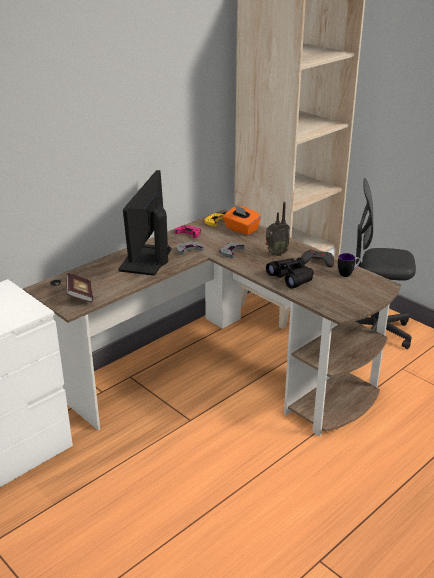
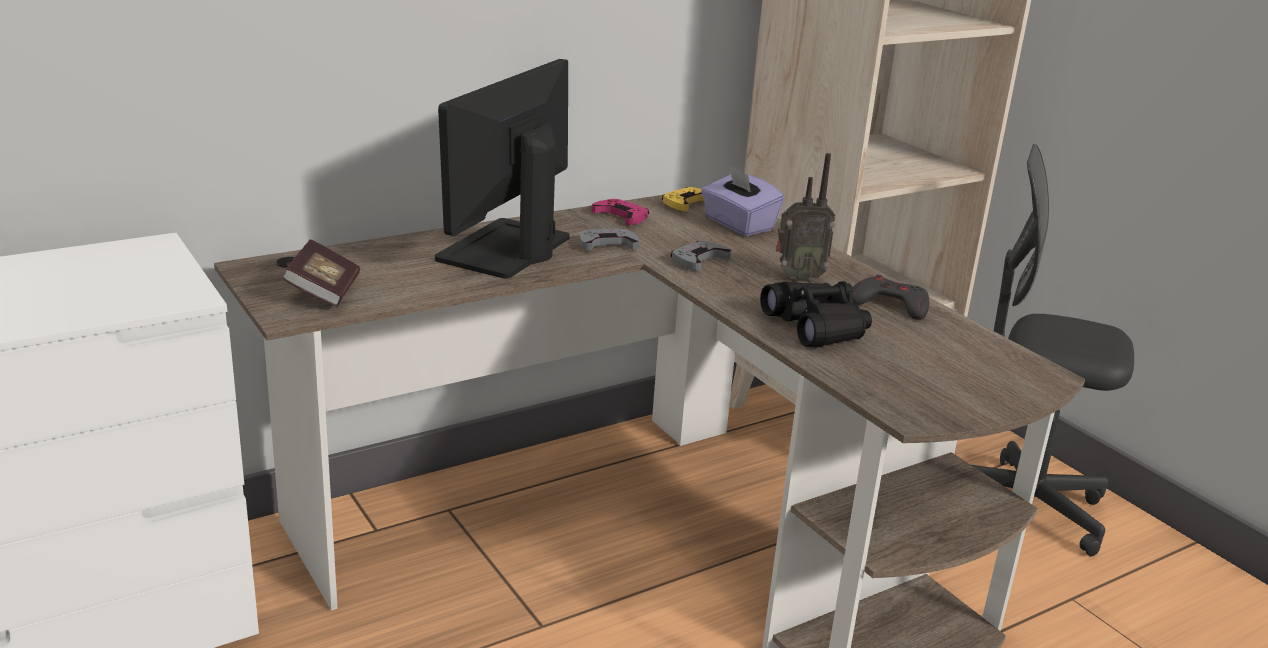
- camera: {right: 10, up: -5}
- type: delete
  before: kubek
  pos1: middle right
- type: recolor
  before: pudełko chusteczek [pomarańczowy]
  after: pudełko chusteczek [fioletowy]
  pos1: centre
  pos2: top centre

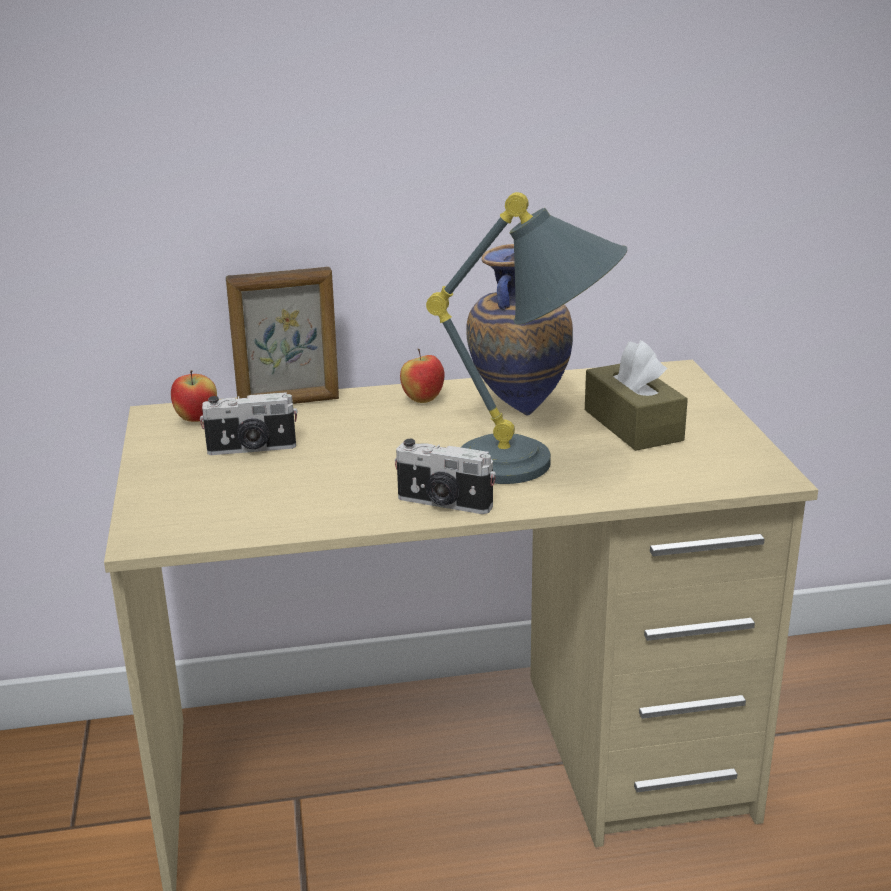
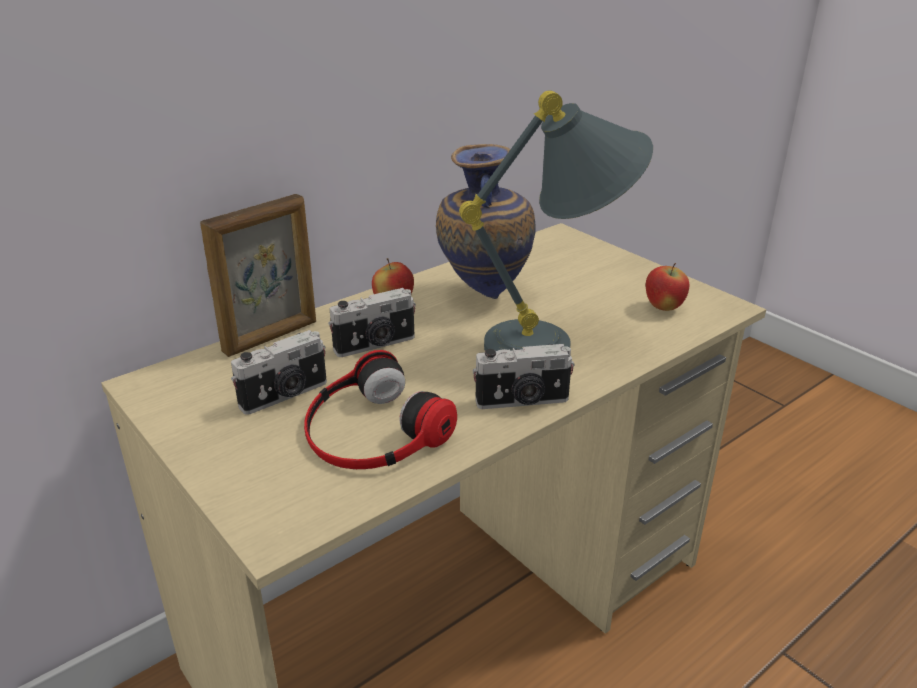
- camera: {right: -30, up: 5}
- type: delete
  before: pudełko chusteczek [brązowy]
  pos1: middle right
- type: insert
  after: słuchawki
  pos2: centre
- type: insert
  after: aparat fotograficzny (2nd from left)
  pos2: centre
- type: move
  before: jabłko (1st from left in the first image)
  after: jabłko (2nd from left)
  pos1: middle left
  pos2: middle right

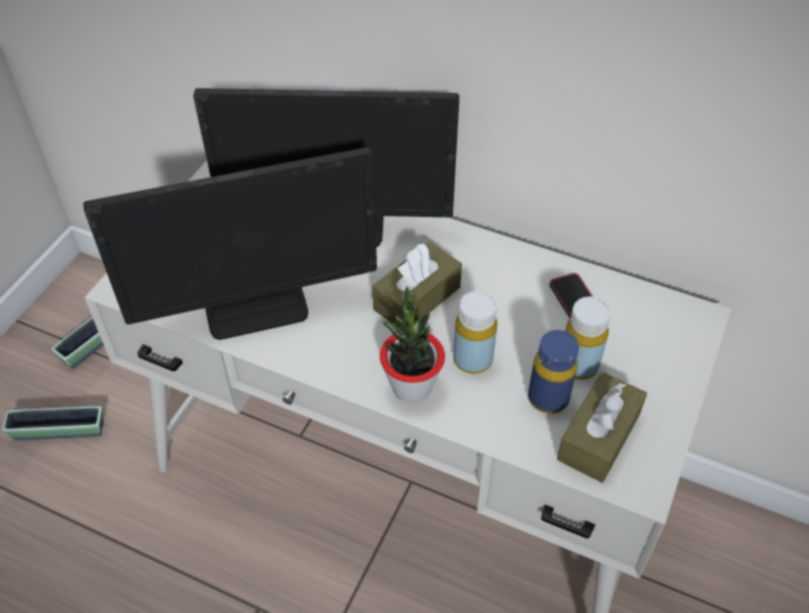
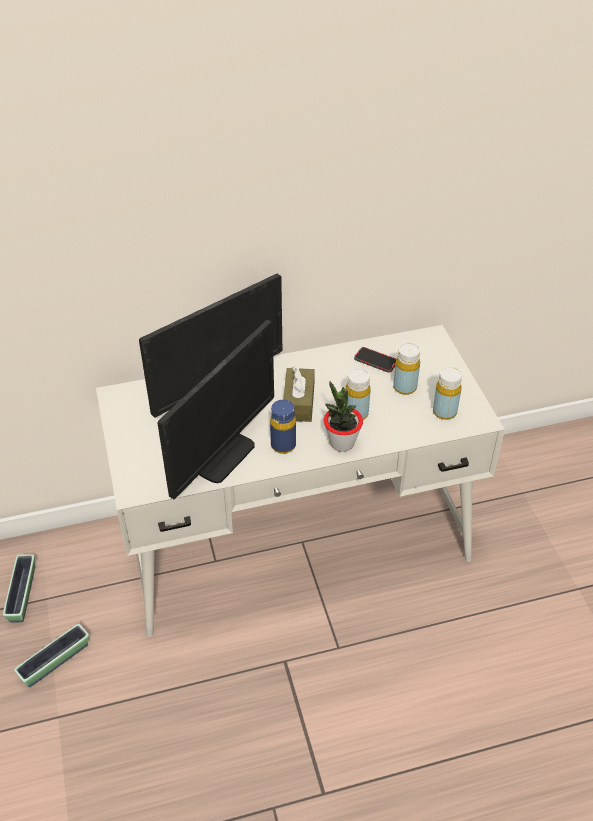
- camera: {right: -40, up: -5}
- type: move
  before: butelka [niebieski]
  pos1: middle right
  pos2: centre
- type: replace
  before: pudełko chusteczek [brązowy] (2nd from left)
  after: butelka [żółty] (3rd from left)
  pos1: bottom right
  pos2: middle right

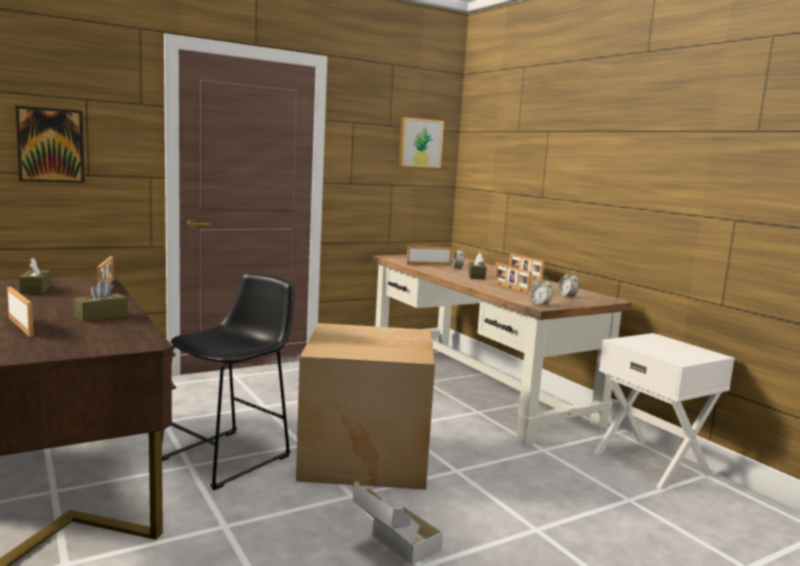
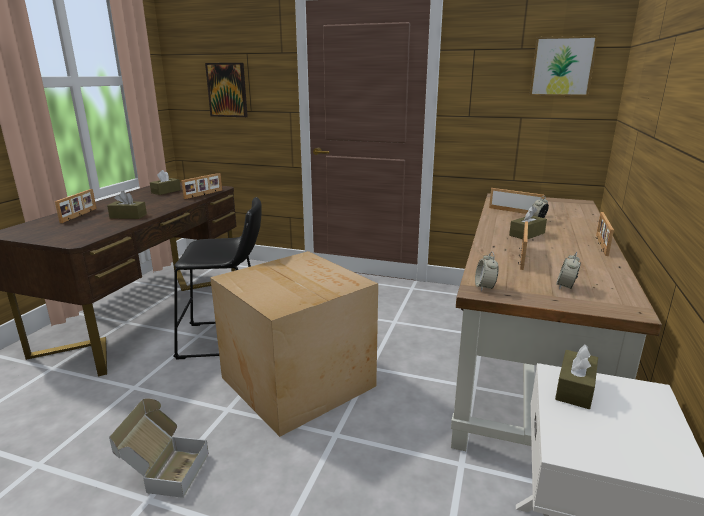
- camera: {right: 50, up: 10}
- type: insert
  after: pudełko chusteczek [brązowy] (4th from left)
  pos2: bottom right

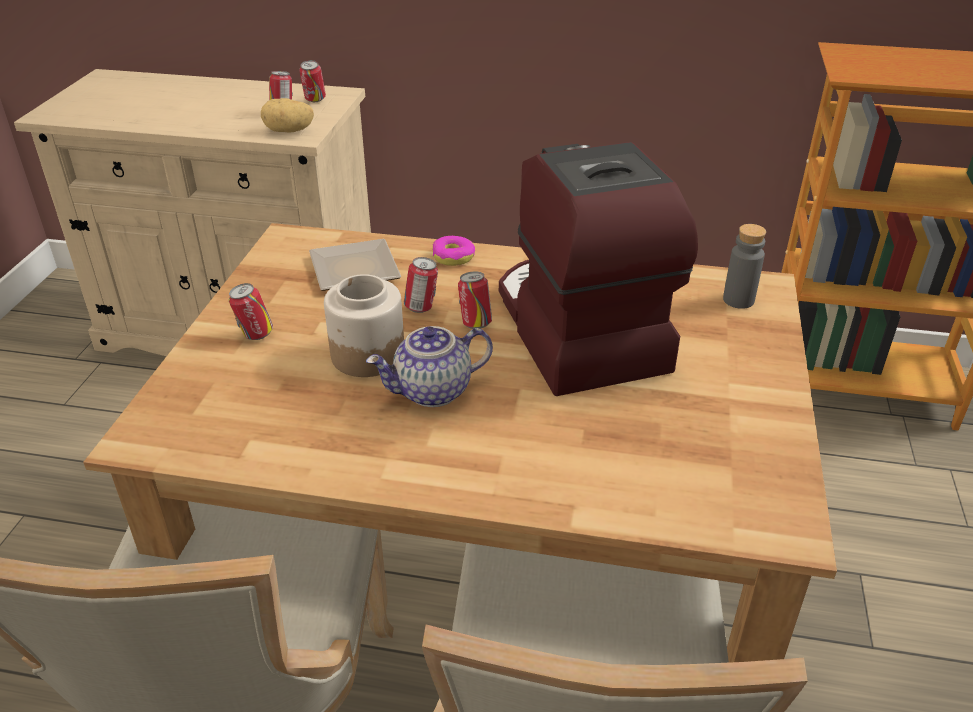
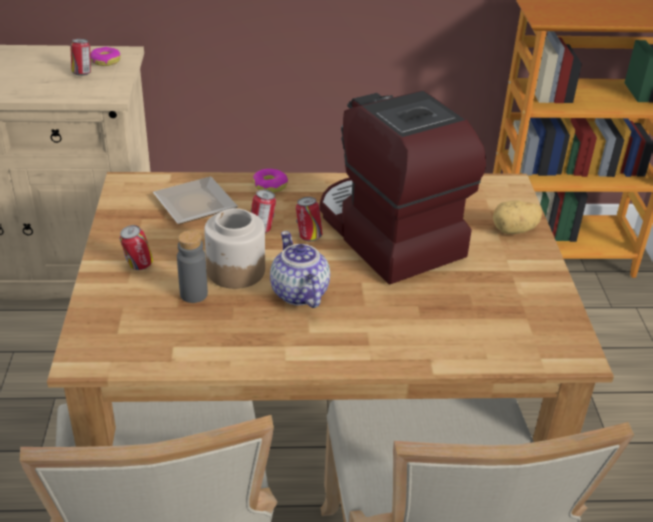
- camera: {right: -15, up: 0}
- type: move
  before: ziemniak
  pos1: top left
  pos2: middle right
- type: move
  before: butelka [szary]
  pos1: middle right
  pos2: middle left
- type: replace
  before: puszka (3rd from left)
  after: donut (1st from left)
  pos1: top left
  pos2: top left
- type: rotate
  before: imbryk
  pos1: centre
  pos2: centre
  turn: 105

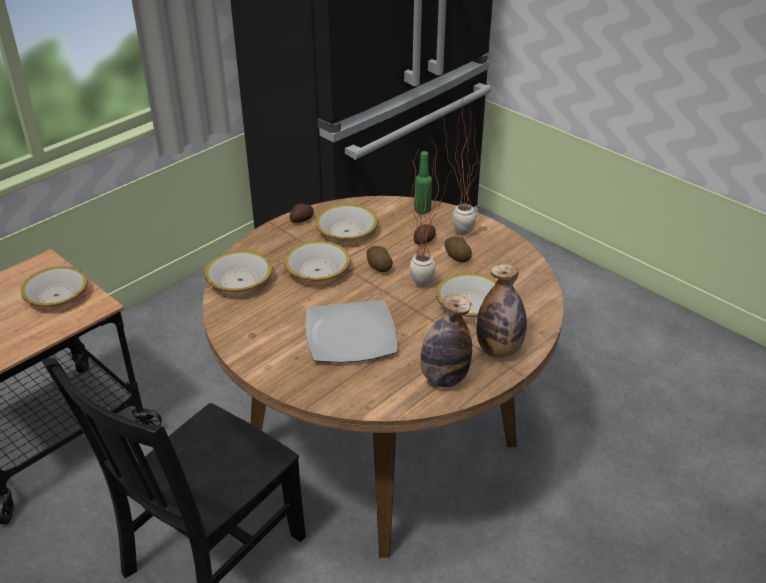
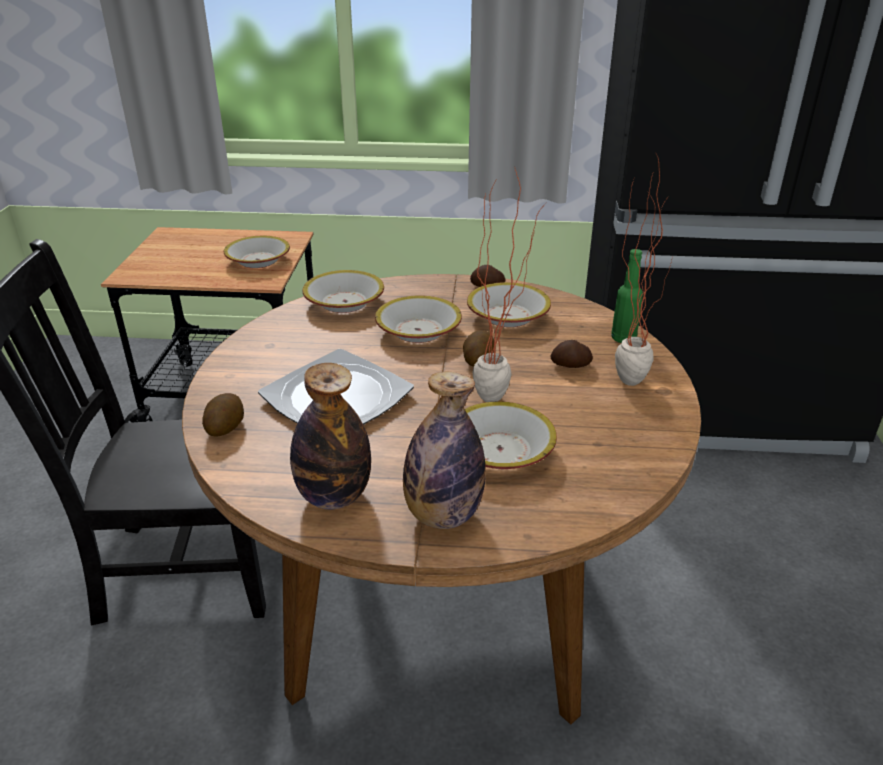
- camera: {right: 50, up: -5}
- type: move
  before: ziemniak (4th from left in the first image)
  after: ziemniak (1st from left)
  pos1: centre
  pos2: middle left

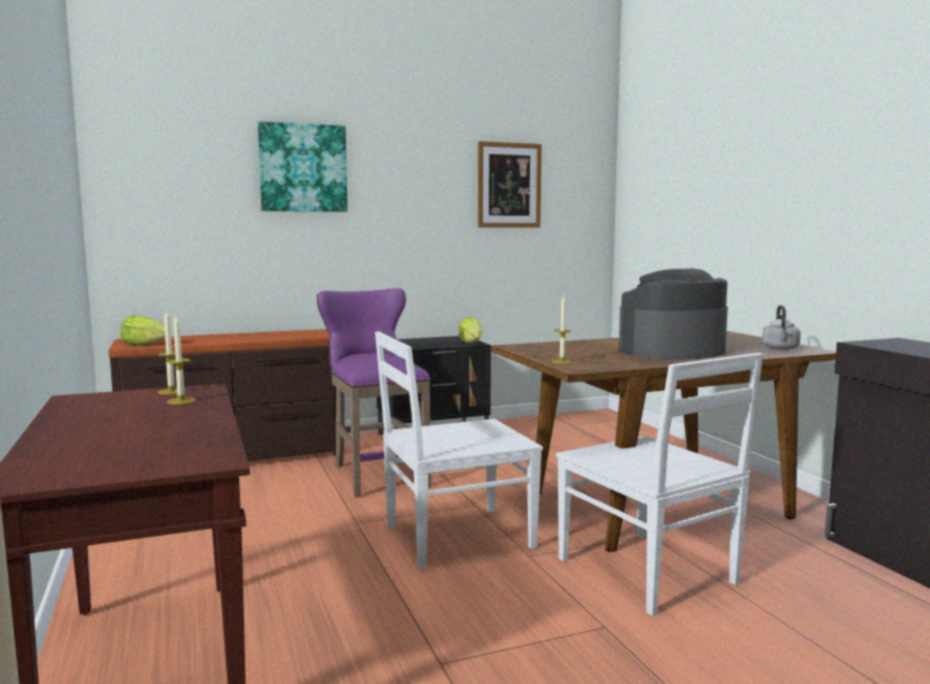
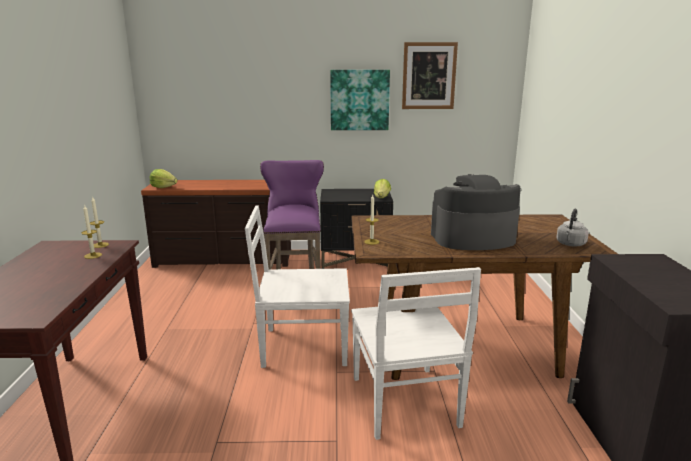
- camera: {right: 20, up: 10}
- type: move
  before: obraz (1st from left)
  pos1: top left
  pos2: top centre

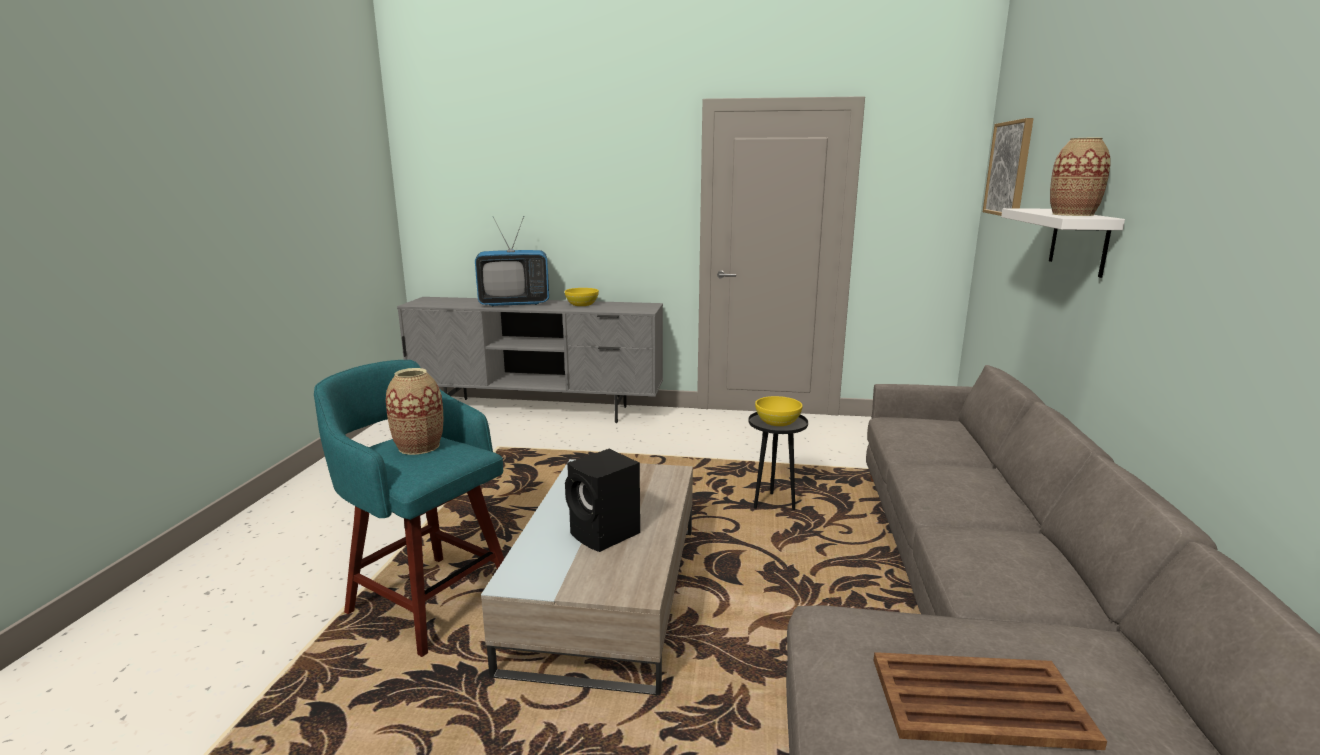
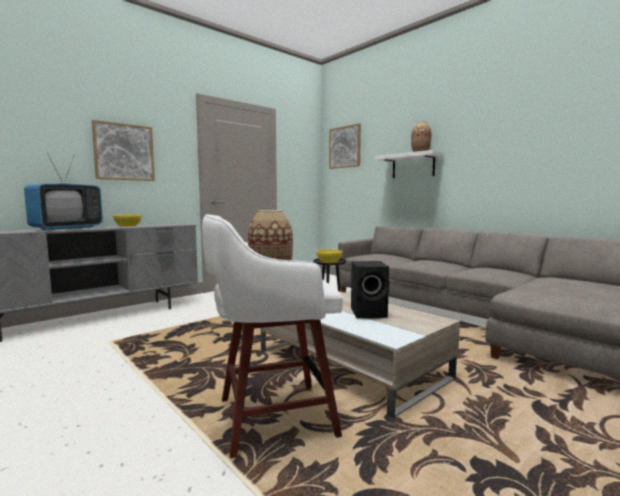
- camera: {right: -50, up: -10}
- type: delete
  before: taca [brązowy]
  pos1: bottom right
- type: insert
  after: obraz (1st from left)
  pos2: top left
- type: recolor
  before: stołek [turkusowy]
  after: stołek [biały]
  pos1: bottom left
  pos2: bottom centre

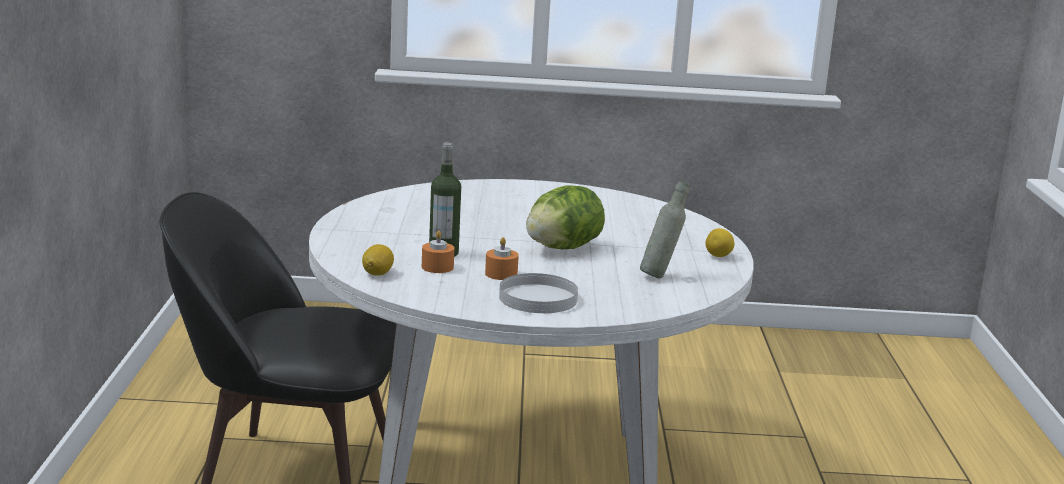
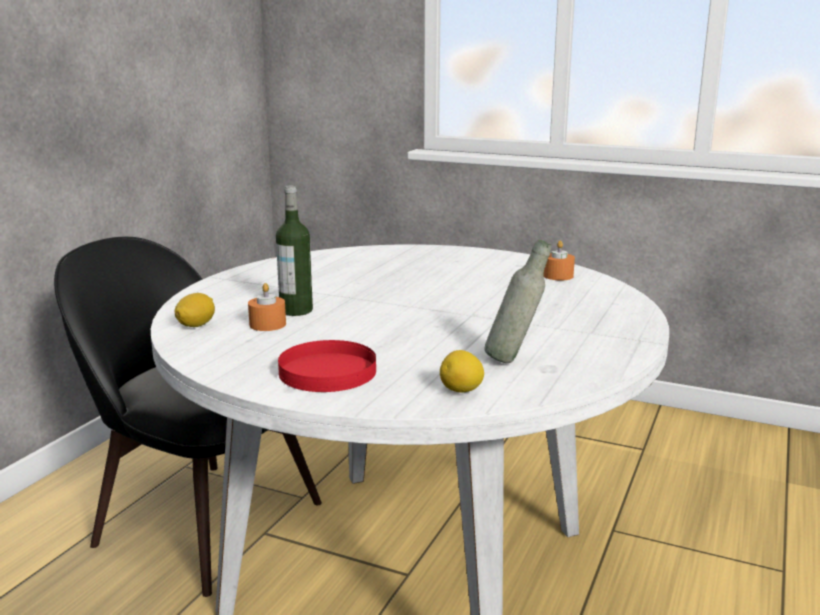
- camera: {right: 25, up: 0}
- type: delete
  before: sałata
  pos1: centre
- type: move
  before: świeca [pomarańczowy] (2nd from left)
  pos1: centre
  pos2: middle right
- type: move
  before: cytryna (2nd from left)
  pos1: middle right
  pos2: centre
- type: recolor
  before: talerz [biały]
  after: talerz [czerwony]
  pos1: centre
  pos2: centre

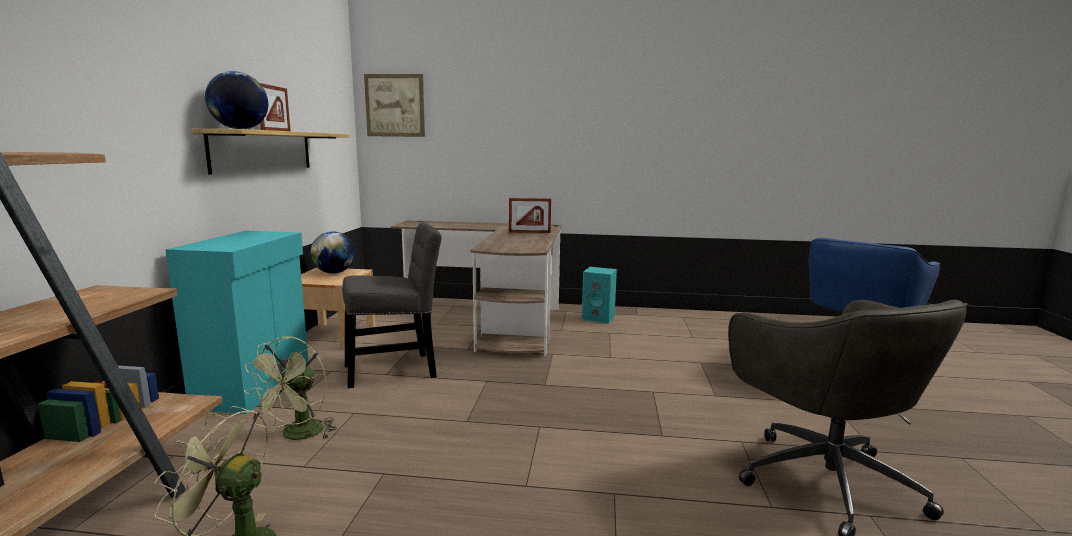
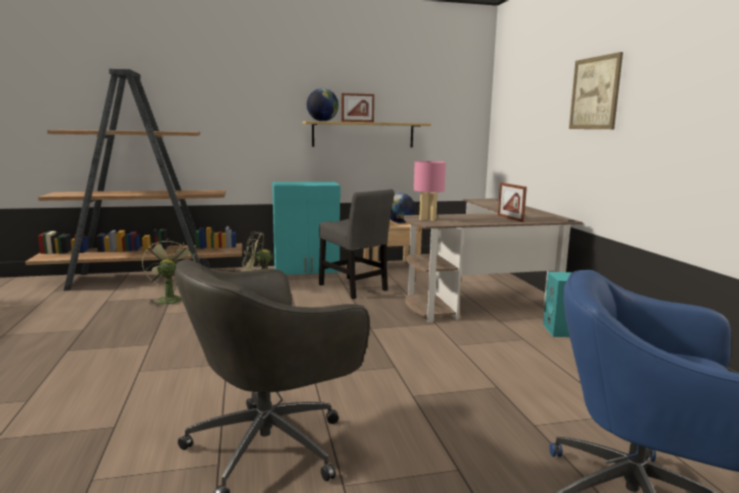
- camera: {right: 70, up: 0}
- type: insert
  after: lampa stołowa [różowy]
  pos2: centre
- type: move
  before: obraz
  pos1: top centre
  pos2: top right

